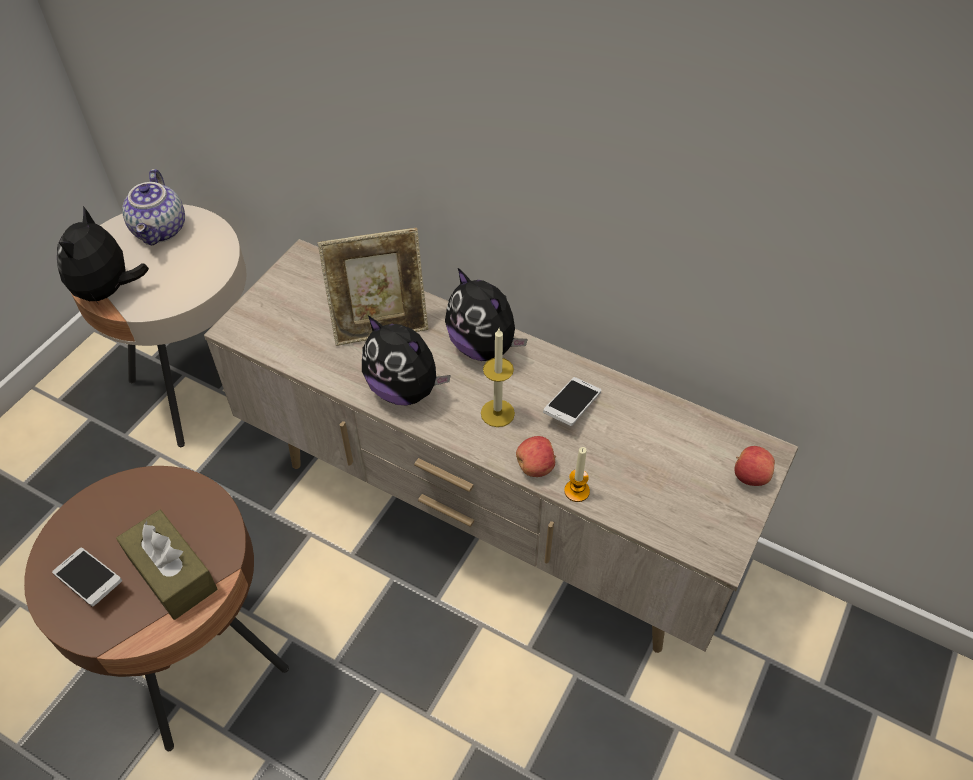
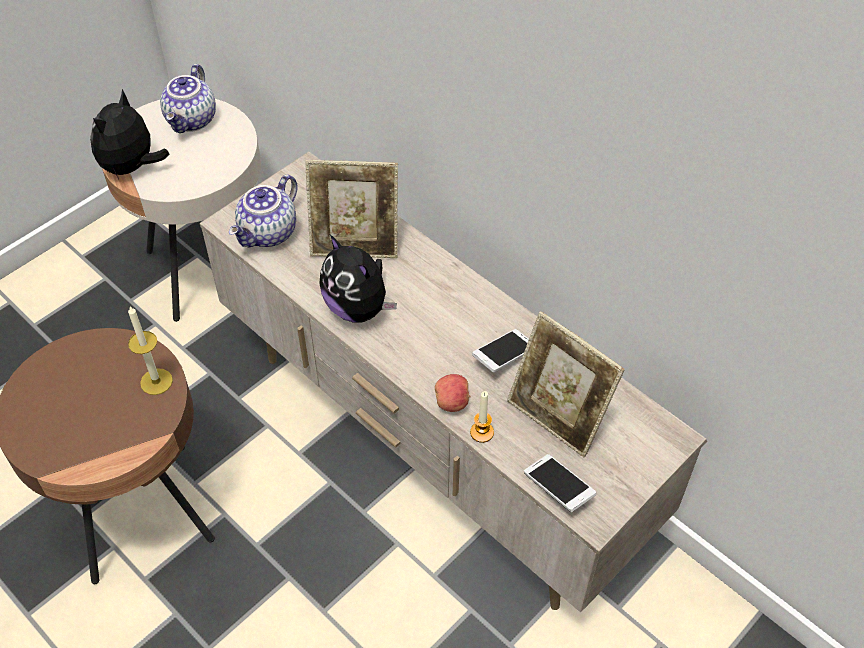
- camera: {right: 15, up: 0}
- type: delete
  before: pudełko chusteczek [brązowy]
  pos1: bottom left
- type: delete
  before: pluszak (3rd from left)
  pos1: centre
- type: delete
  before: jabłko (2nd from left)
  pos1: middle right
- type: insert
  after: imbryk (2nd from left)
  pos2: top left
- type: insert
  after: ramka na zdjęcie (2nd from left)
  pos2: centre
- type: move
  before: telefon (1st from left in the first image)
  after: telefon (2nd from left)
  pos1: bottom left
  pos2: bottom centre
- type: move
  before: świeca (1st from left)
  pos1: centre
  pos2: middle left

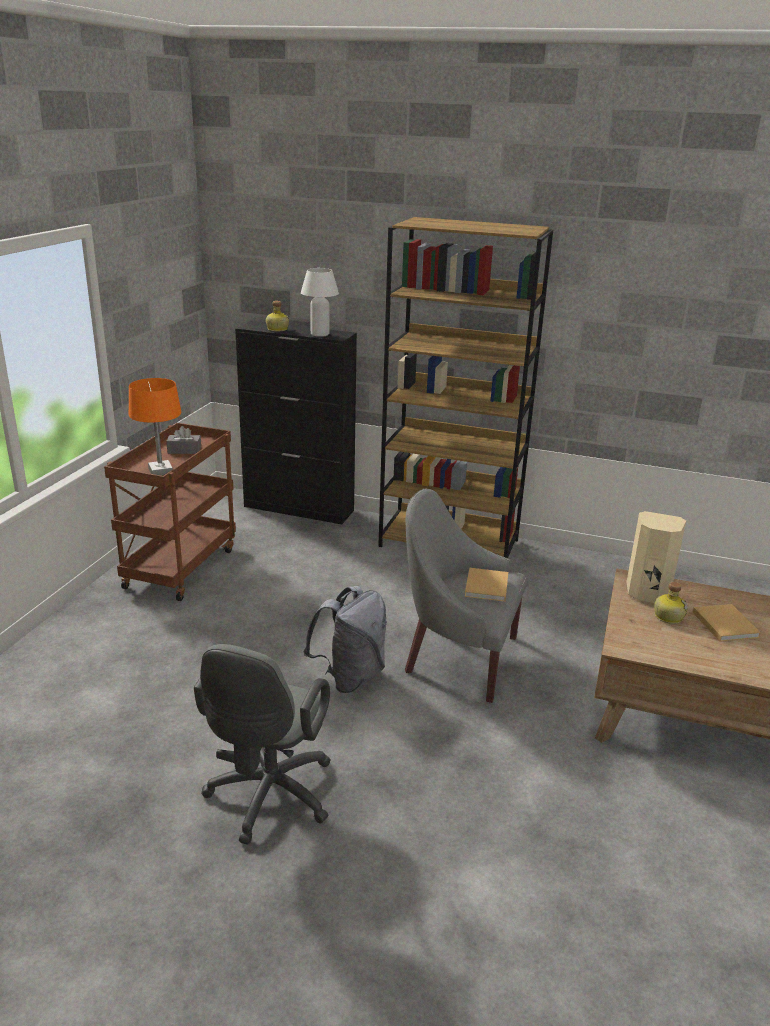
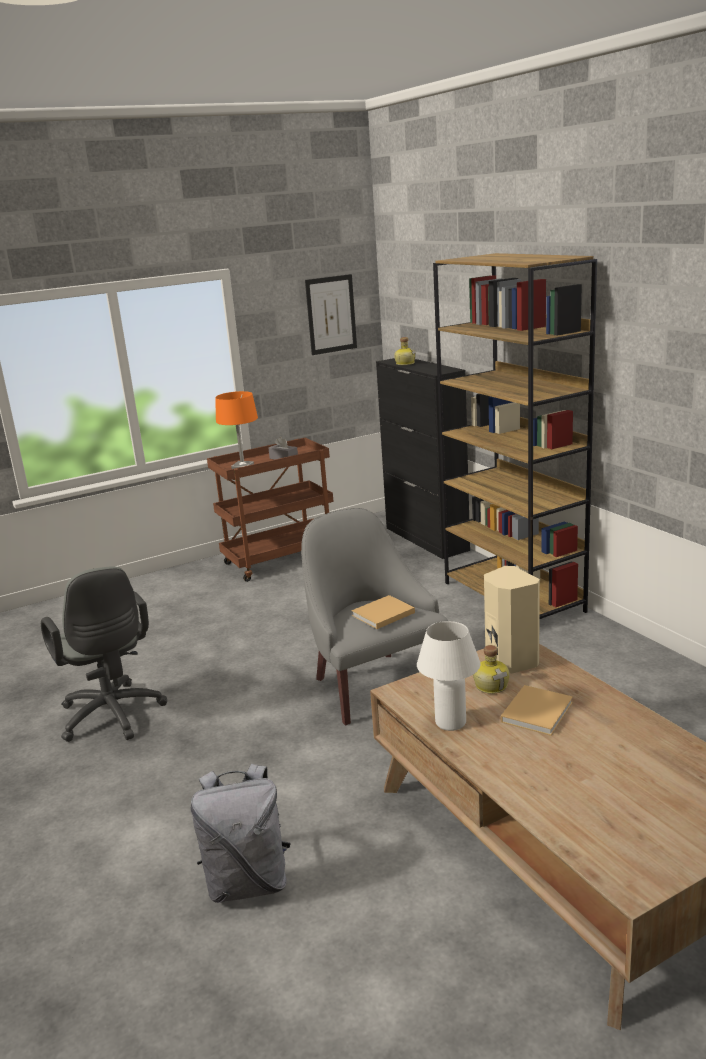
- camera: {right: 45, up: -5}
- type: insert
  after: obraz
  pos2: top centre
- type: move
  before: lampa stołowa [biały]
  pos1: top centre
  pos2: centre
- type: move
  before: plecak [szary]
  pos1: centre
  pos2: bottom centre
- type: rotate
  before: krzesło biurowe [szary]
  pos1: bottom centre
  pos2: middle left
  turn: -90

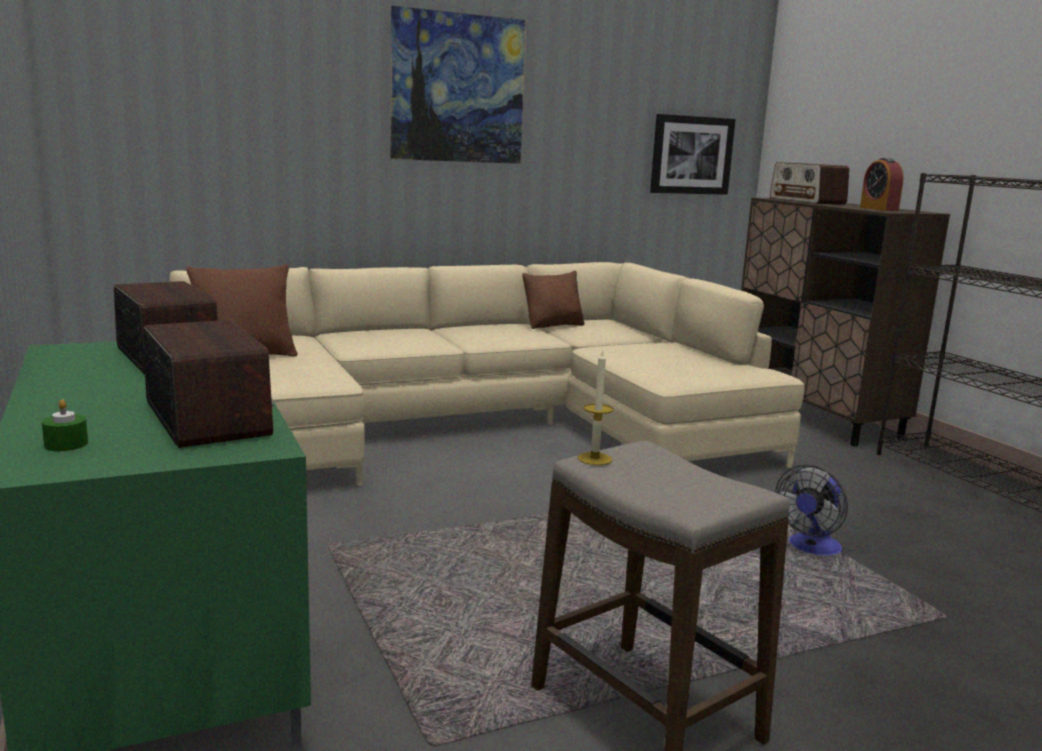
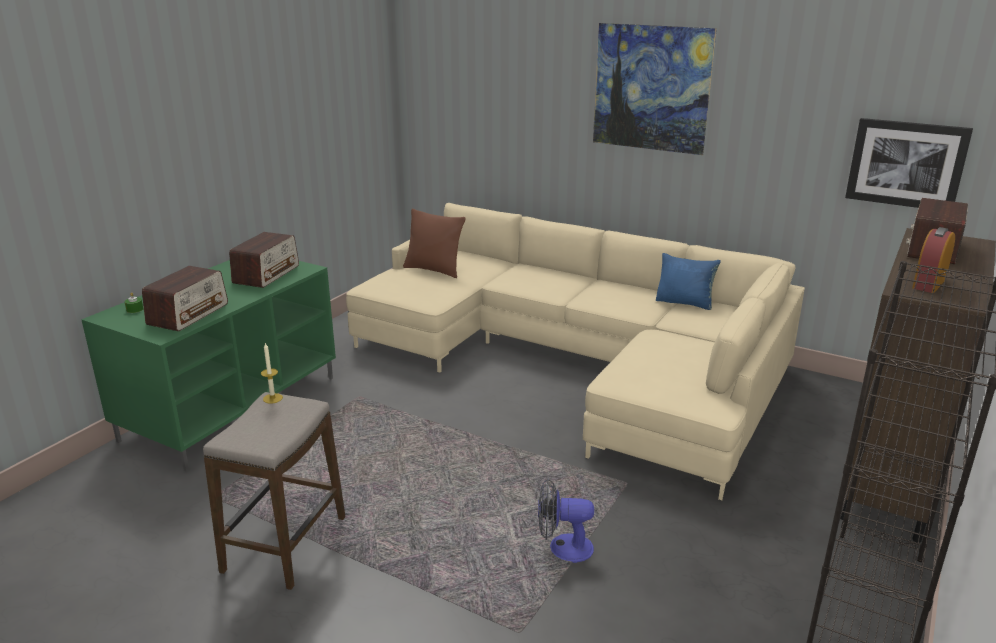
- camera: {right: 55, up: 10}
- type: recolor
  before: poduszka [brązowy] (2nd from left)
  after: poduszka [niebieski]
  pos1: centre
  pos2: middle right

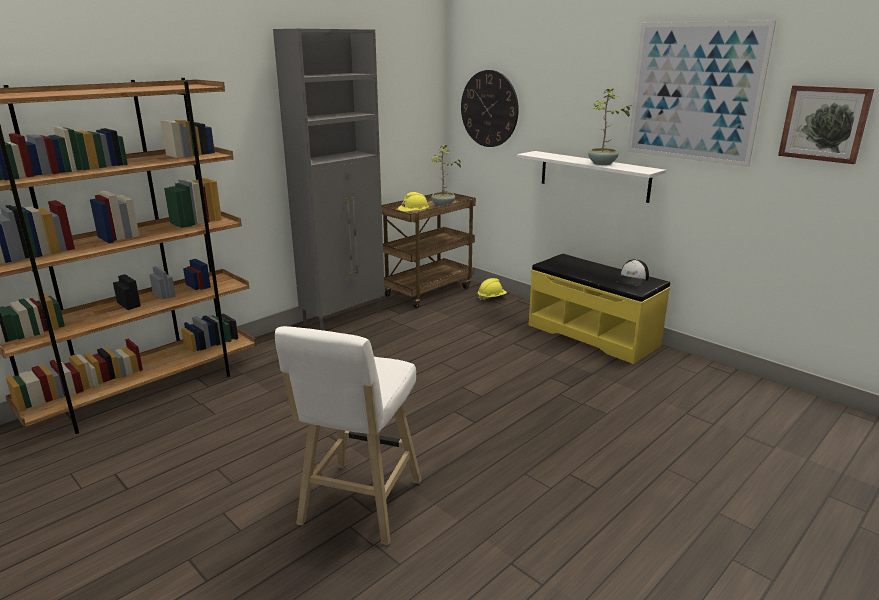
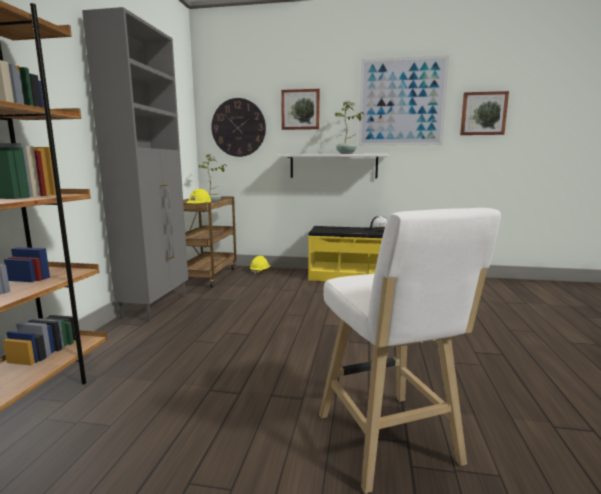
- camera: {right: -35, up: -10}
- type: insert
  after: obraz (1st from left)
  pos2: top centre

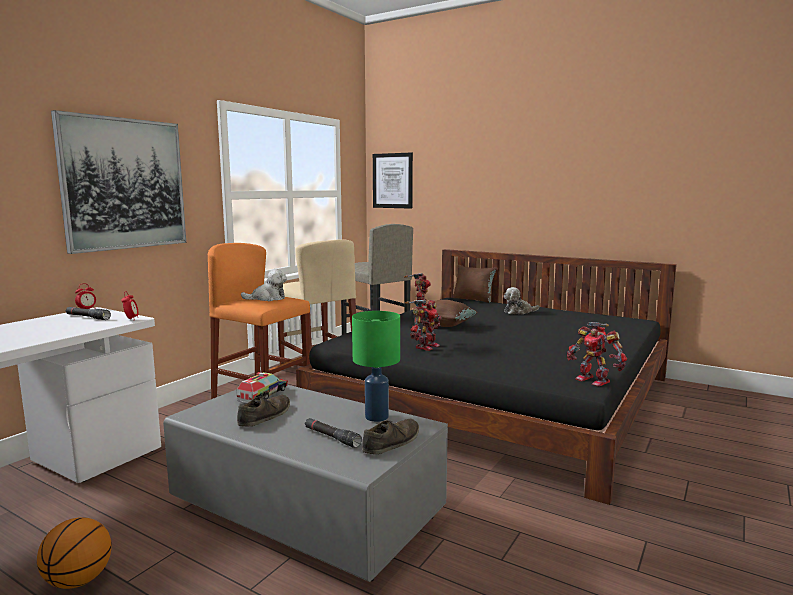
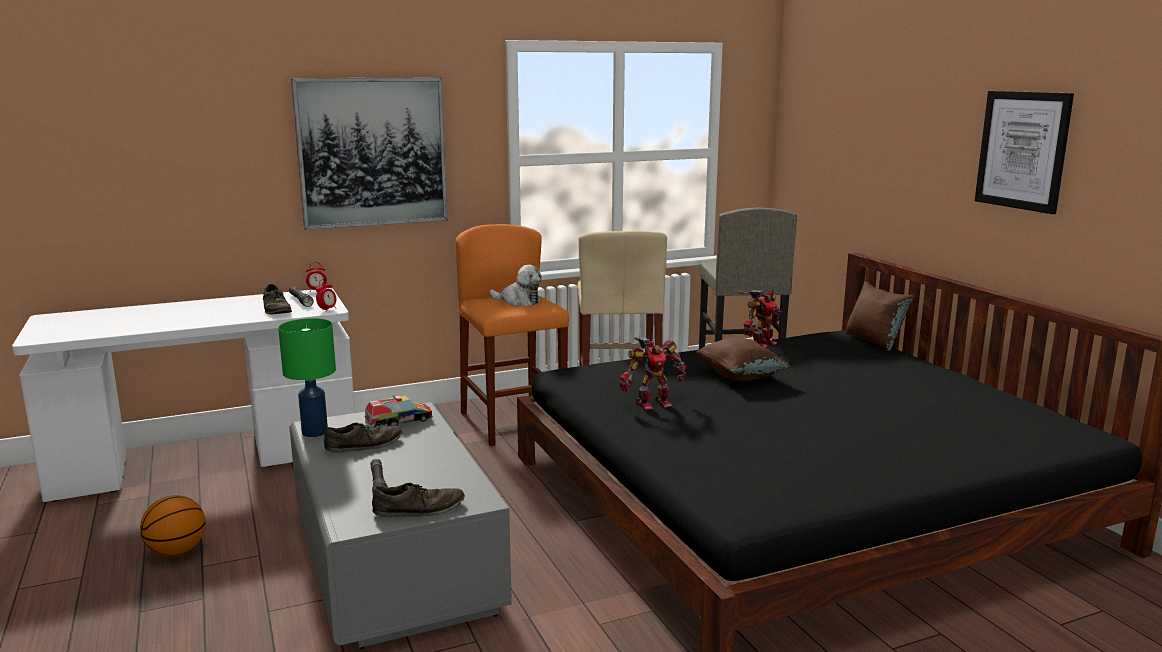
- camera: {right: 35, up: 5}
- type: delete
  before: pluszak (2nd from left)
  pos1: centre
- type: delete
  before: robot zabawkowy (3rd from left)
  pos1: middle right
- type: insert
  after: but [brązowy] (1st from left)
  pos2: middle left
- type: move
  before: lampa stołowa [zielony]
  pos1: centre
  pos2: middle left
- type: move
  before: obraz (2nd from left)
  pos1: top centre
  pos2: top right

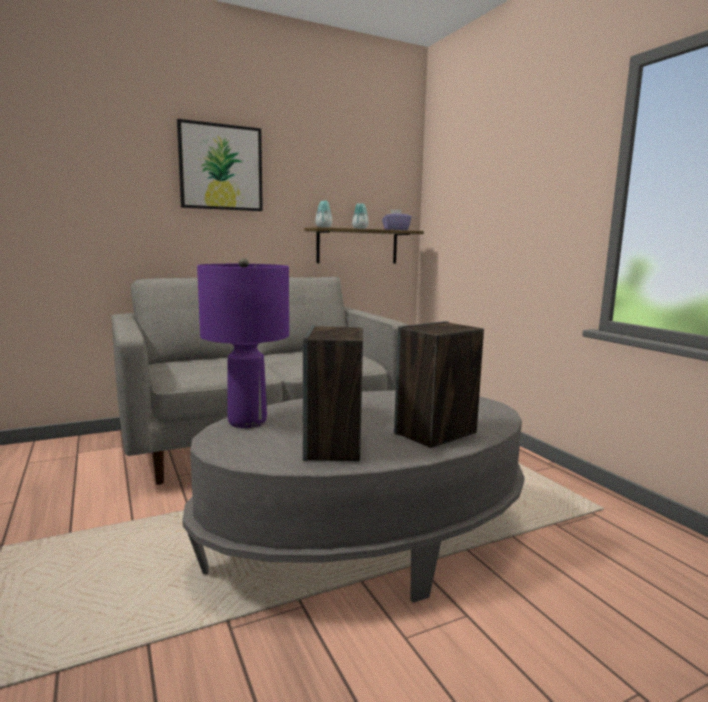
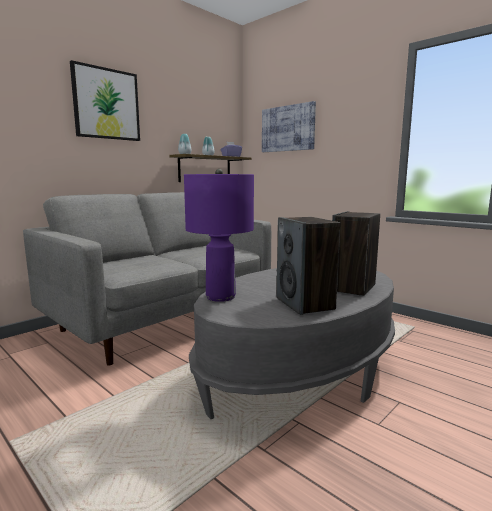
- camera: {right: -20, up: 0}
- type: insert
  after: obraz (2nd from left)
  pos2: top centre

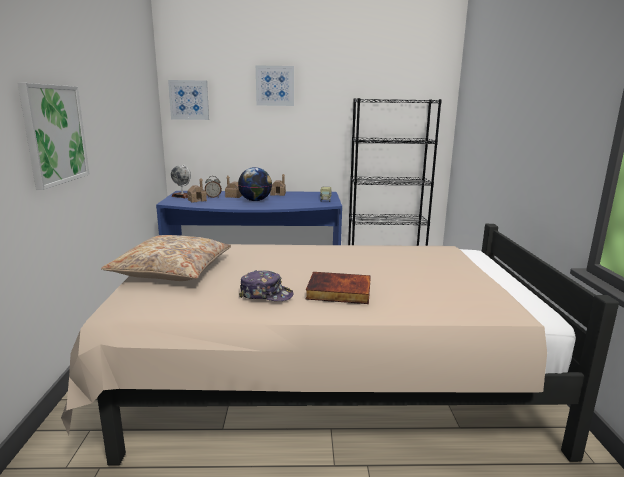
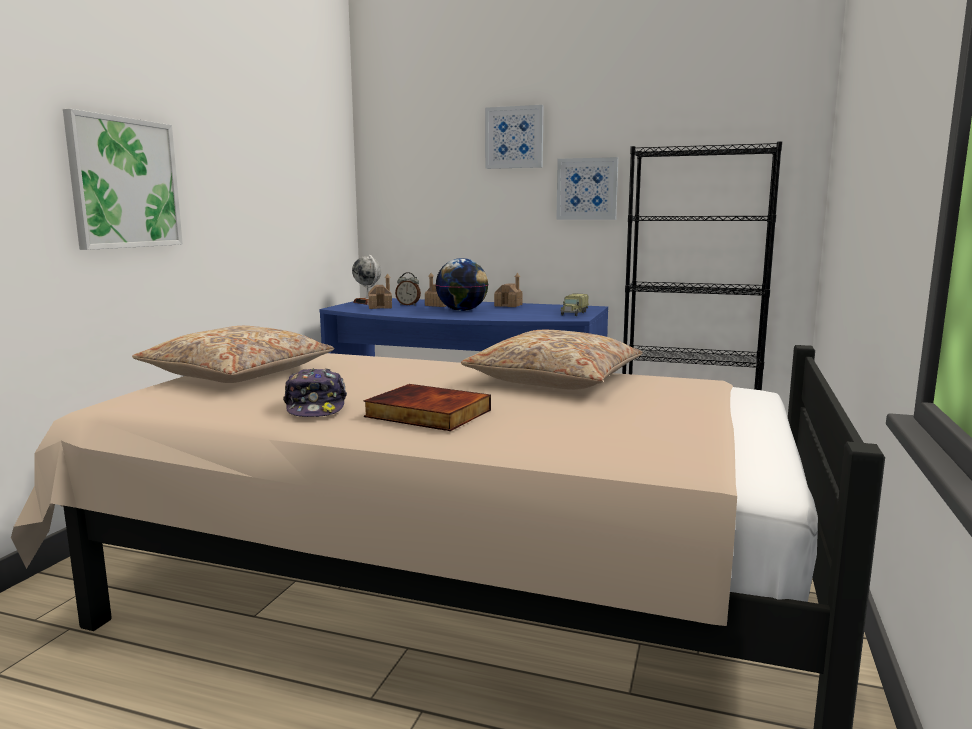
- camera: {right: 20, up: -5}
- type: insert
  after: poduszka [beżowy] (2nd from left)
  pos2: centre
- type: move
  before: obraz (2nd from left in the first image)
  after: obraz (3rd from left)
  pos1: top left
  pos2: top centre
- type: rotate
  before: czapka z daszkiem
  pos1: centre
  pos2: middle left
  turn: 45

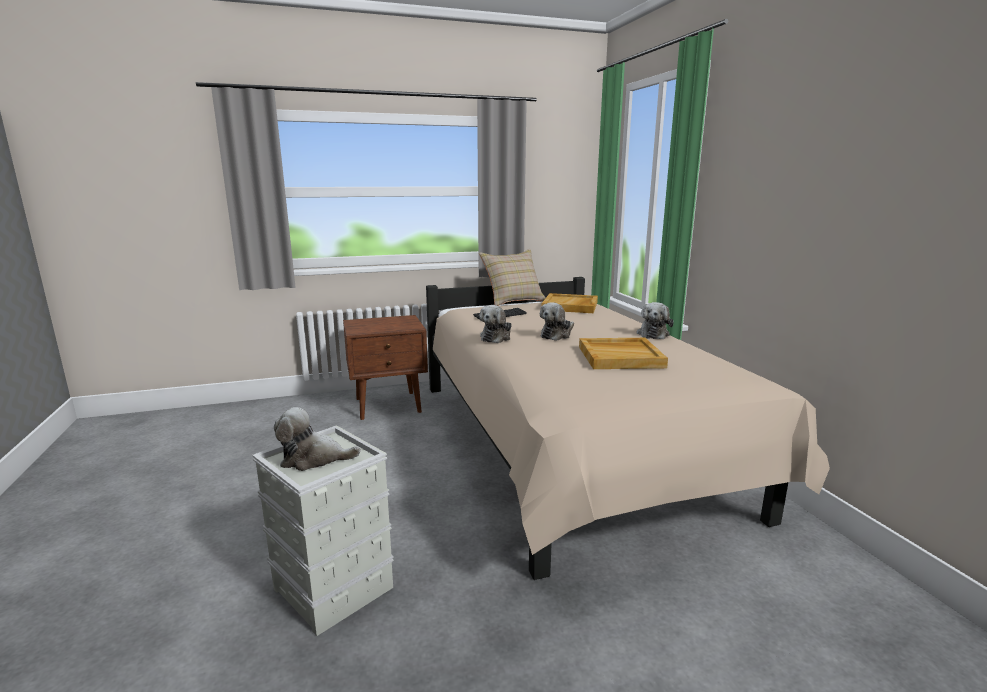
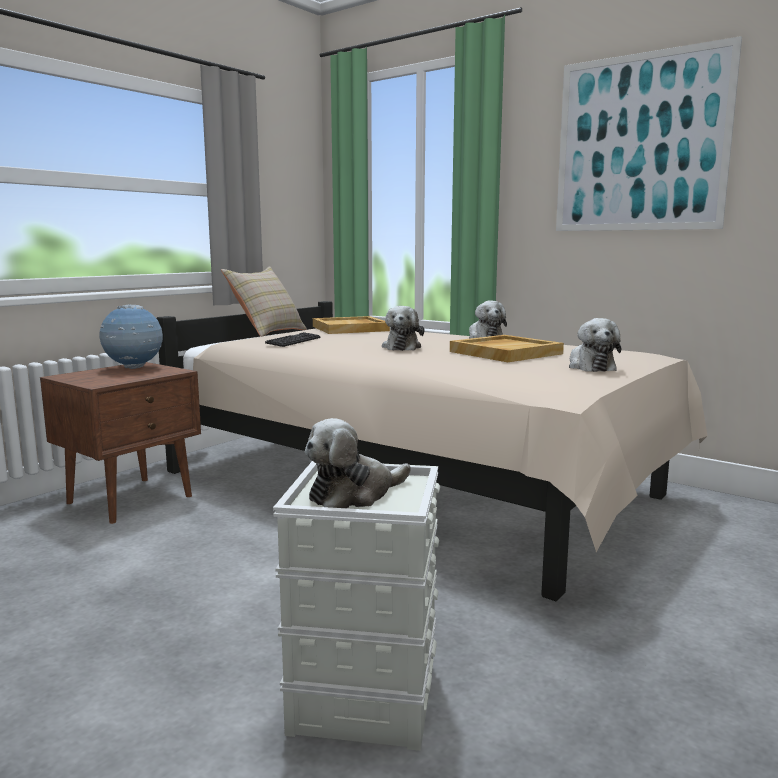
- camera: {right: -35, up: -5}
- type: insert
  after: globus
  pos2: middle left
- type: insert
  after: obraz
  pos2: top right
- type: move
  before: pluszak (2nd from left in the first image)
  after: pluszak (4th from left)
  pos1: centre
  pos2: middle right

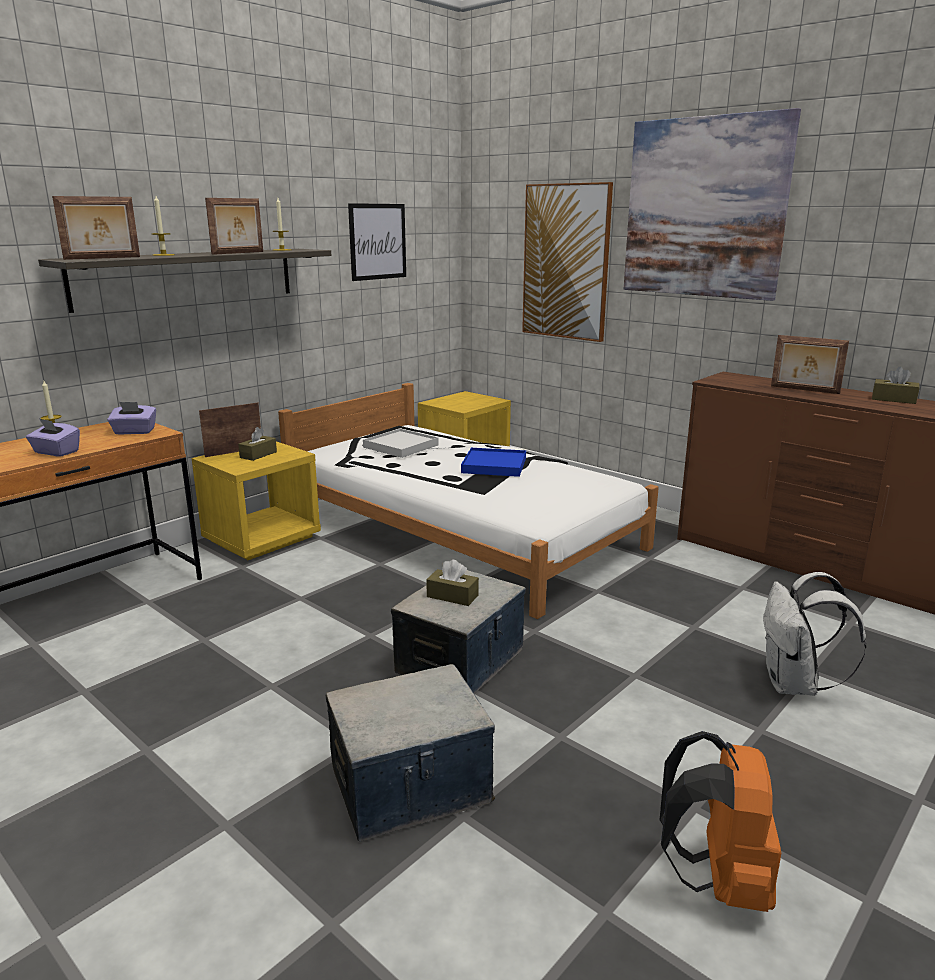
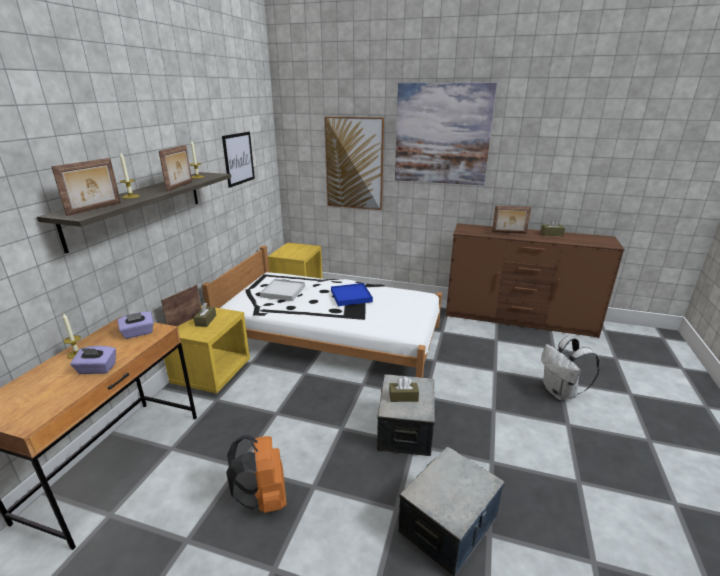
- camera: {right: -25, up: 5}
- type: move
  before: plecak [pomarańczowy]
  pos1: bottom right
  pos2: bottom centre

